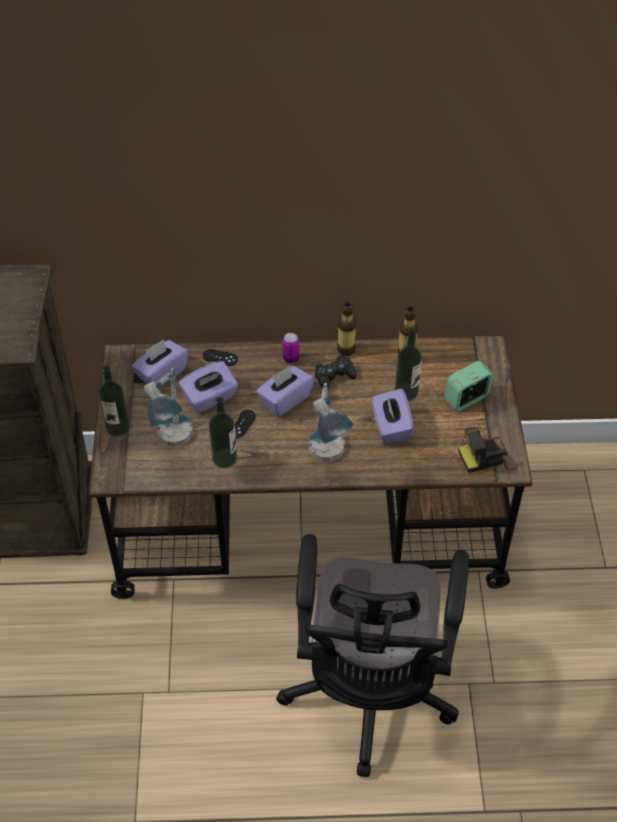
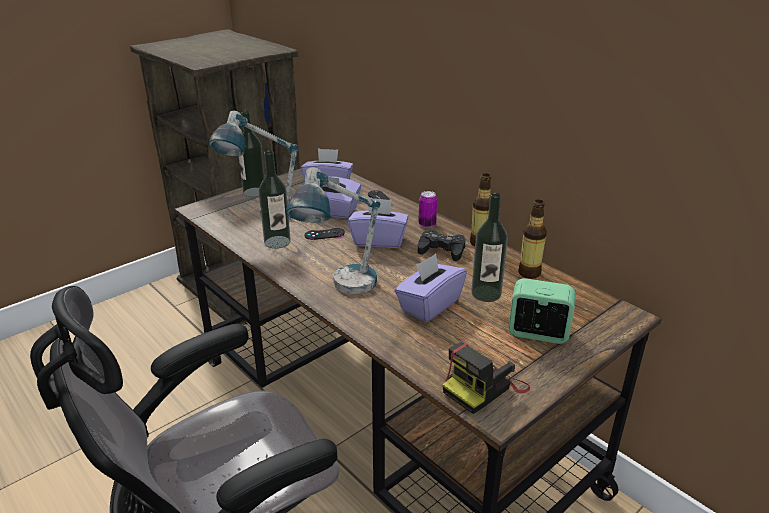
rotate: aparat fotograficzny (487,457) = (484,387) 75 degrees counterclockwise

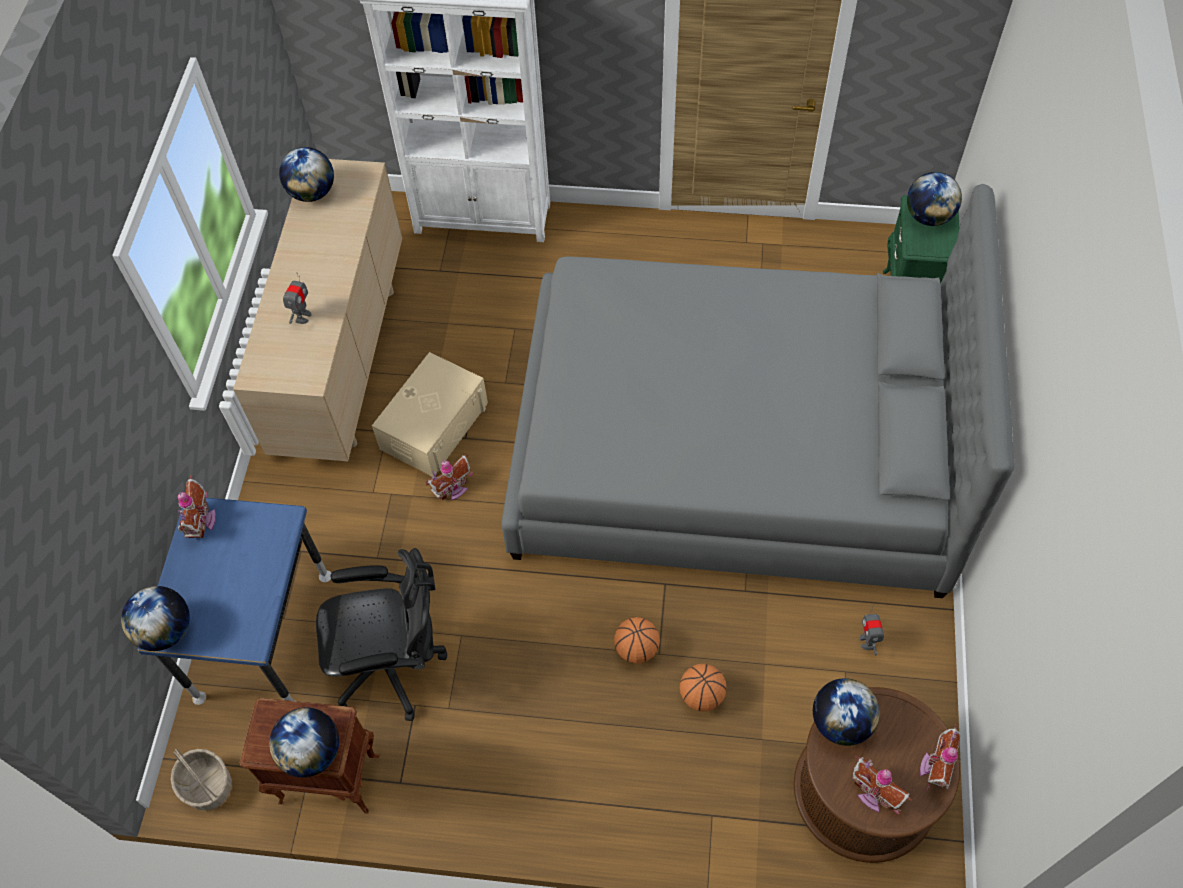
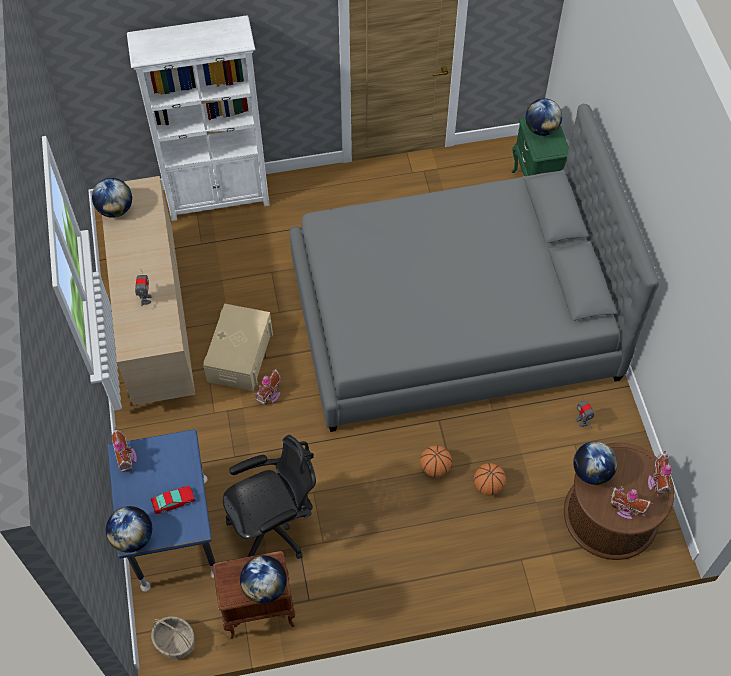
insert: samochodzik (173,501)

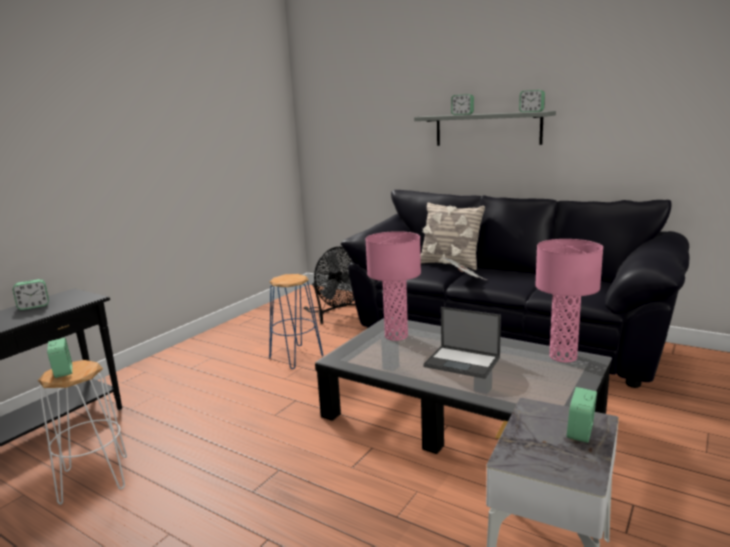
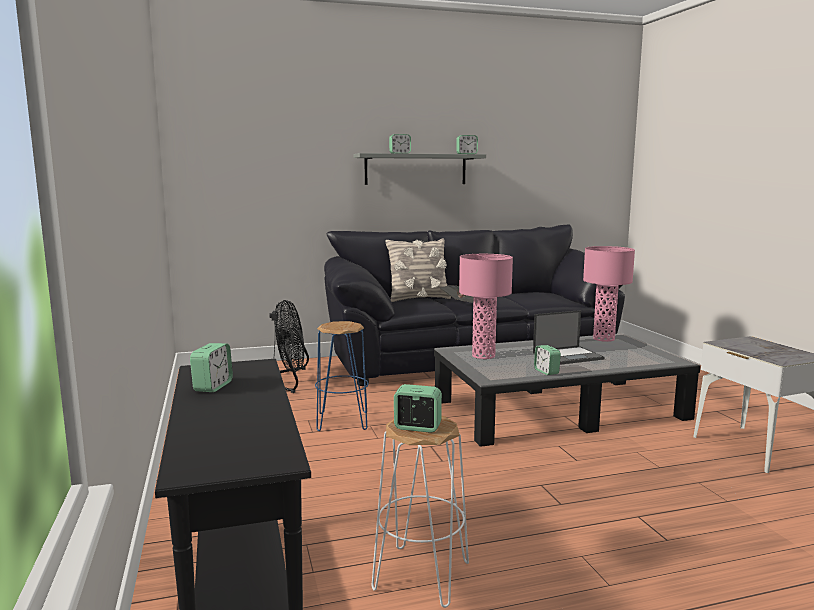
move: budzik (580,432) to (546,371)

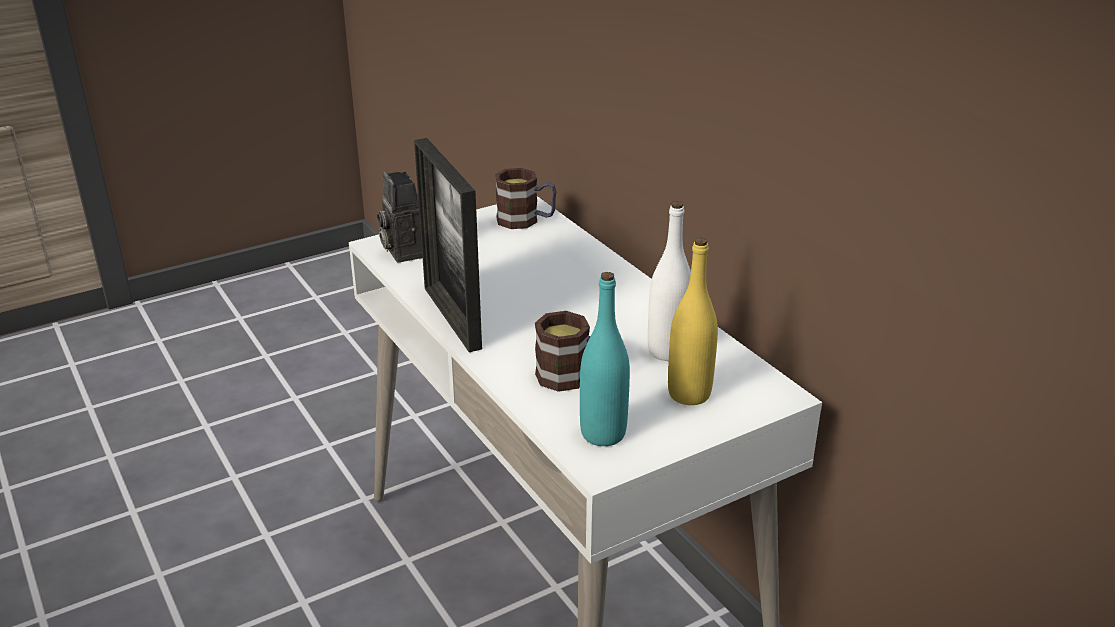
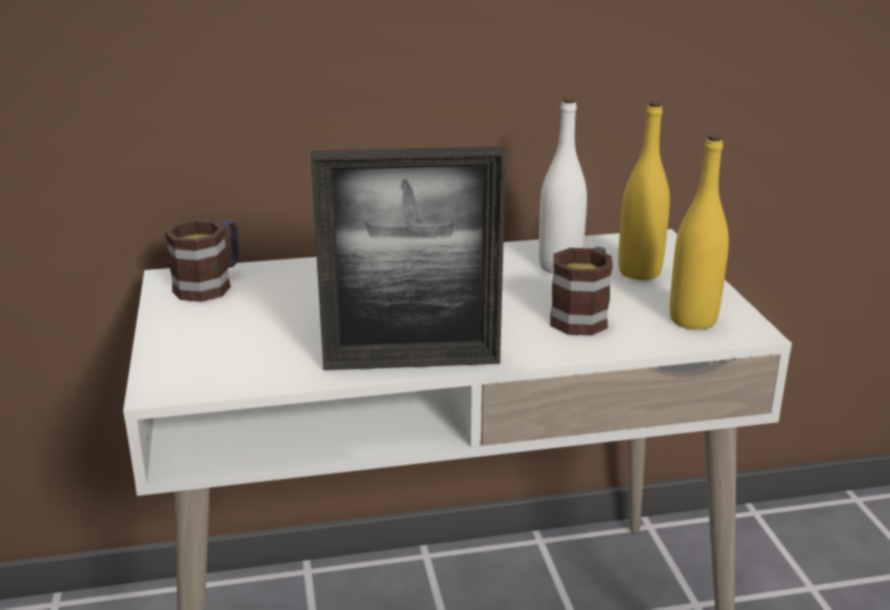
delete: aparat fotograficzny (405,250)
recolor: butelka [turkusowy] (603,434) to butelka [żółty] (693,320)

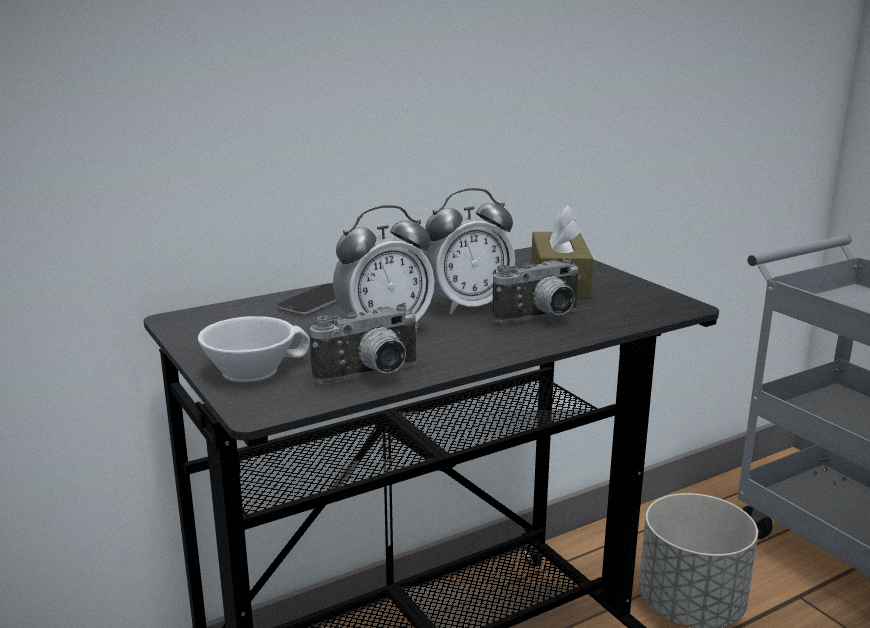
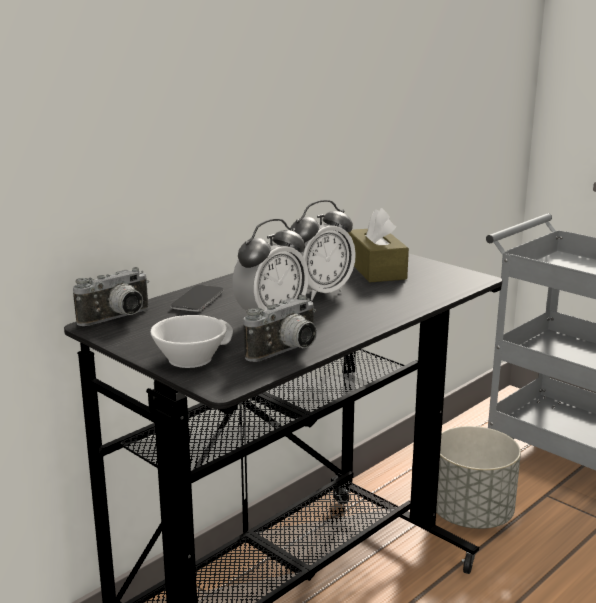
move: aparat fotograficzny (541,319) to (118,319)

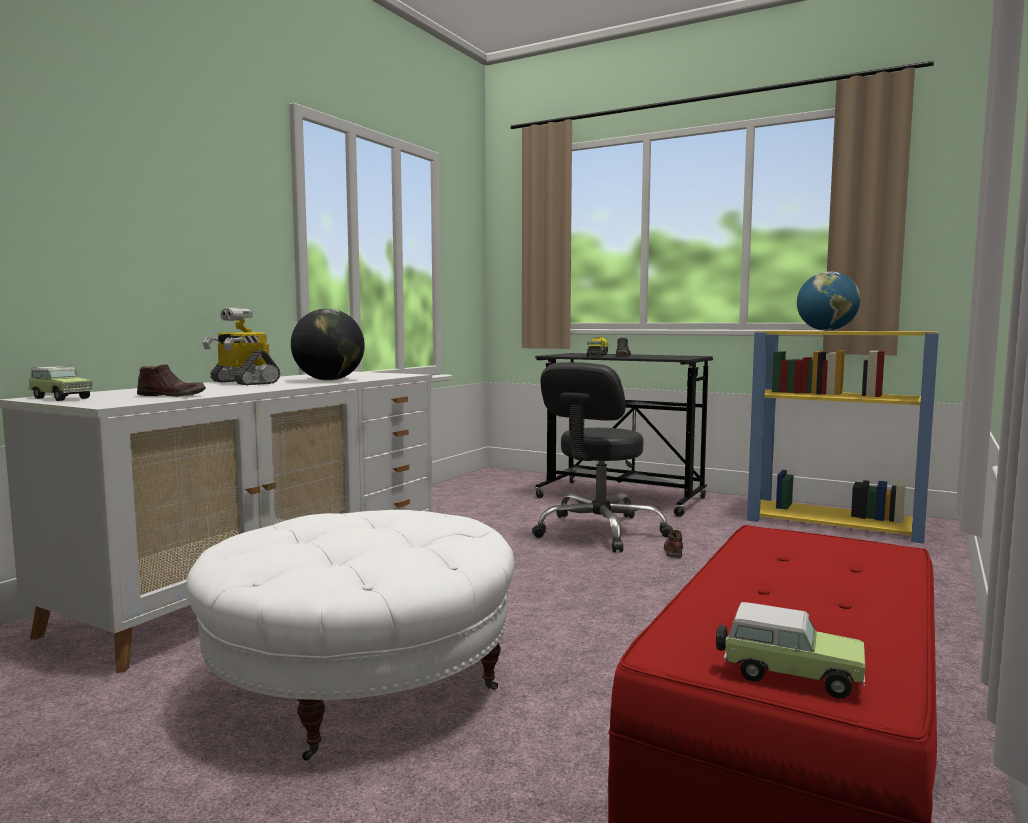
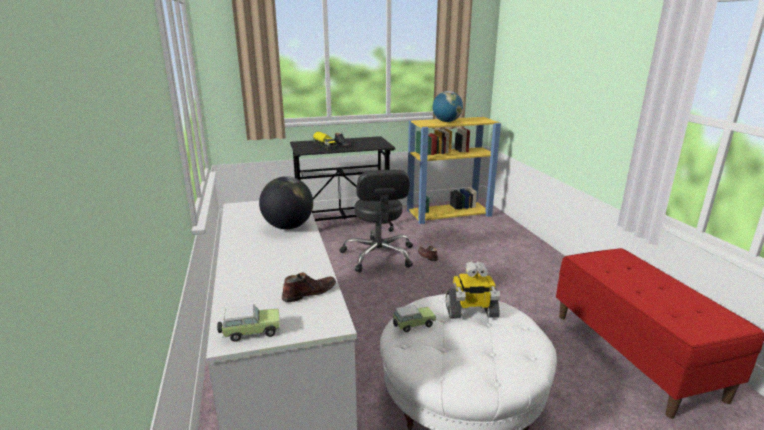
move: samochodzik (787,675) to (412,325); robot zabawkowy (243,382) to (471,311)

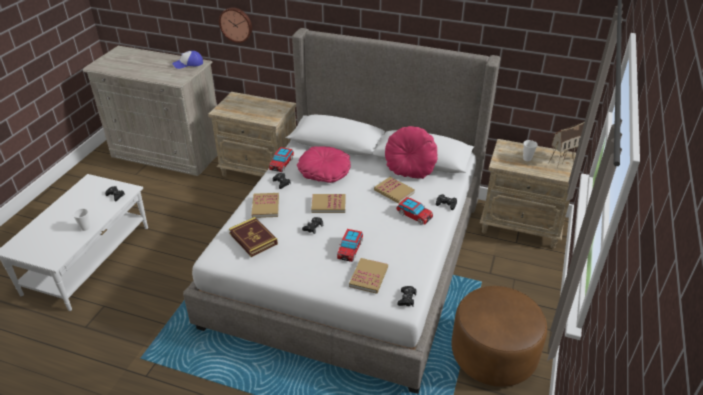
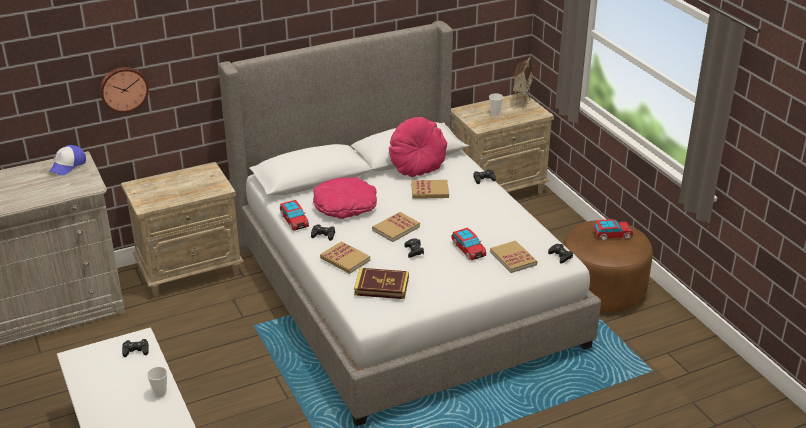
move: samochodzik (414,215) to (612,235)

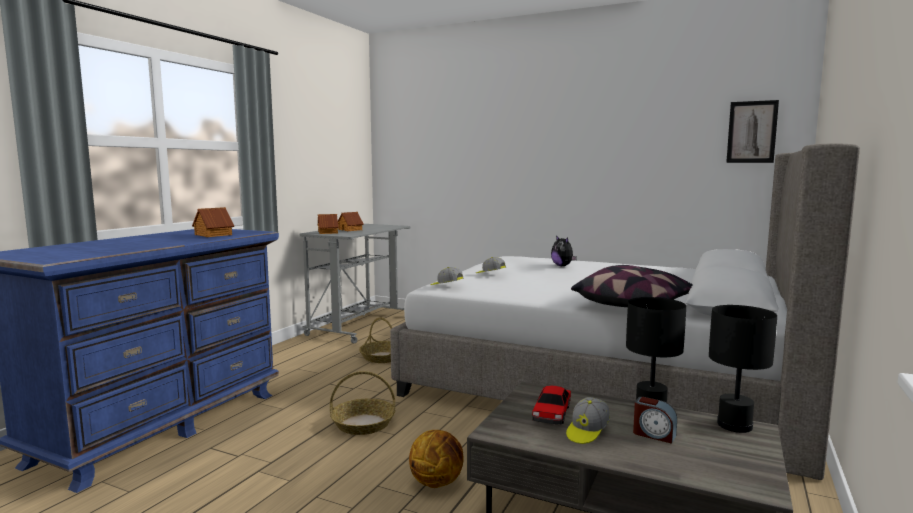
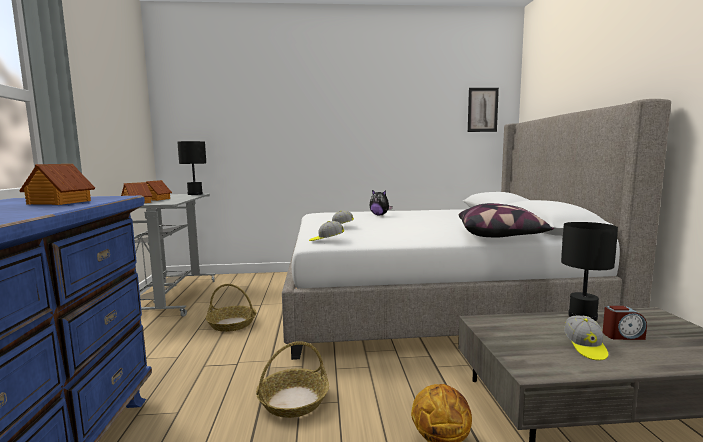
delete: samochodzik (551,413)
move: lampa stołowa [czarny] (735,425) to (195,194)

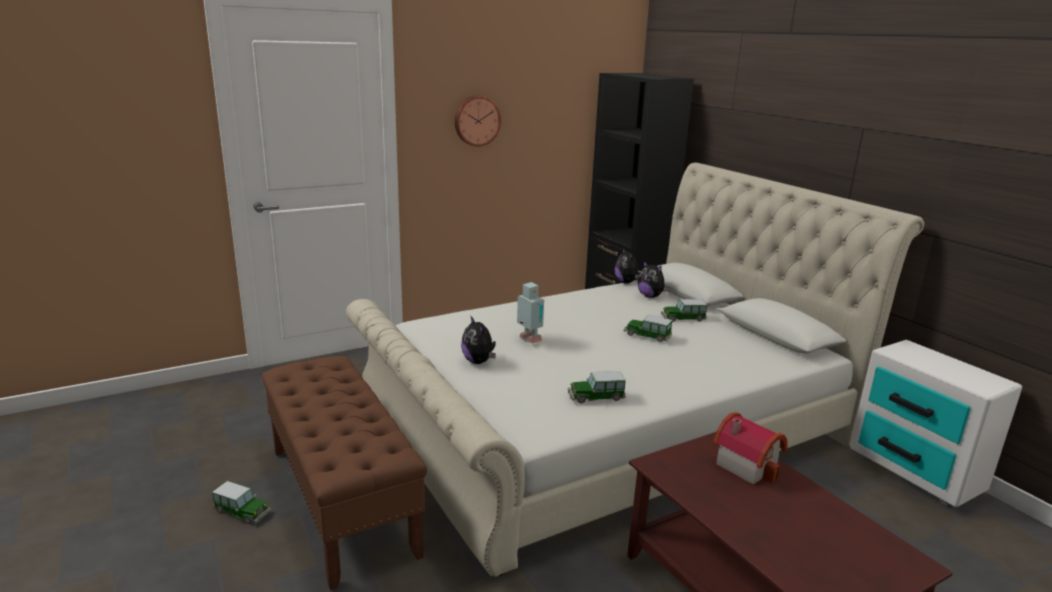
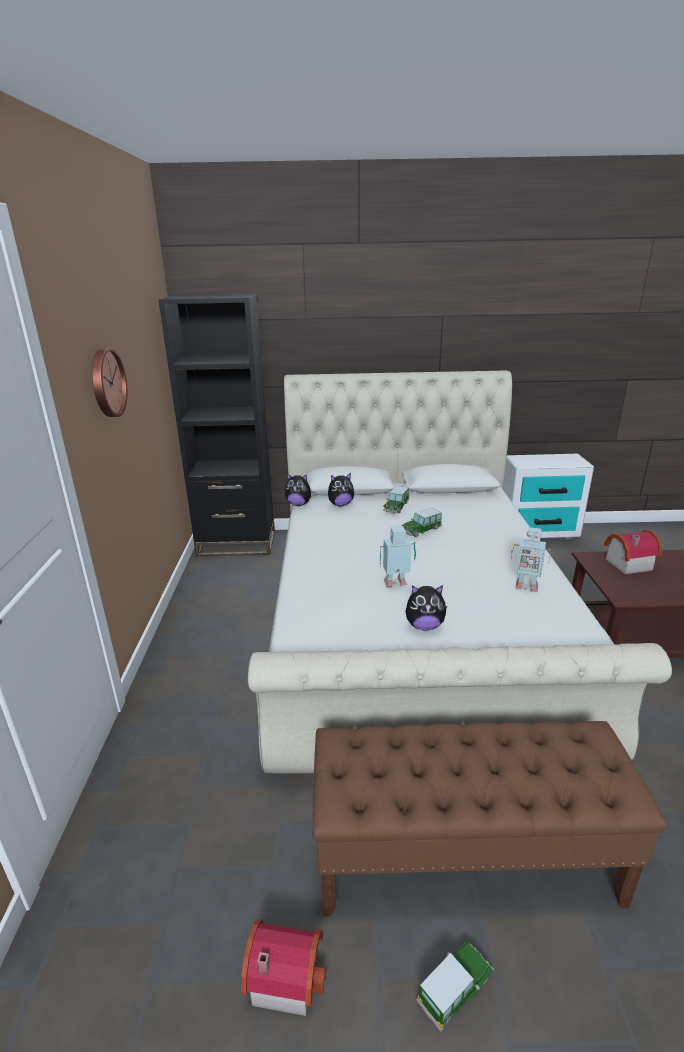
insert: domek (285,973)
replace: samochodzik (595,397) to robot zabawkowy (526,585)

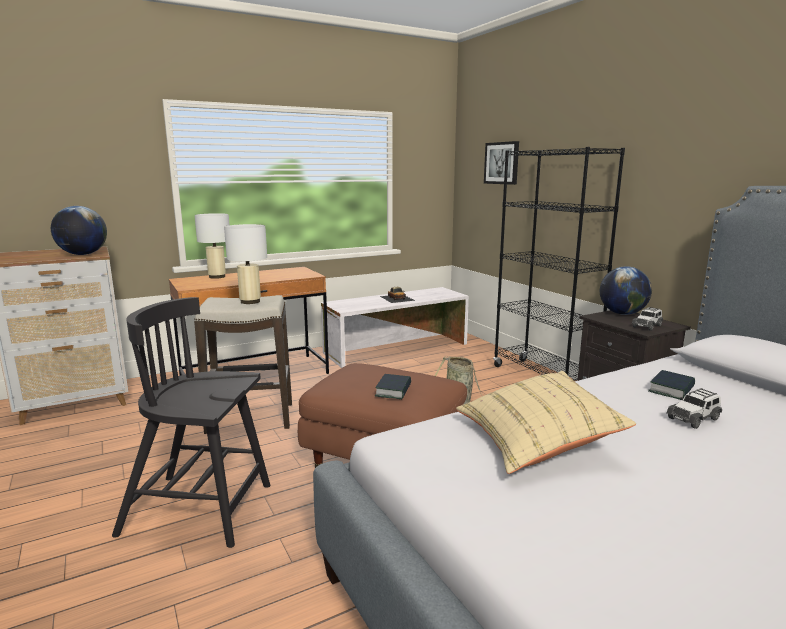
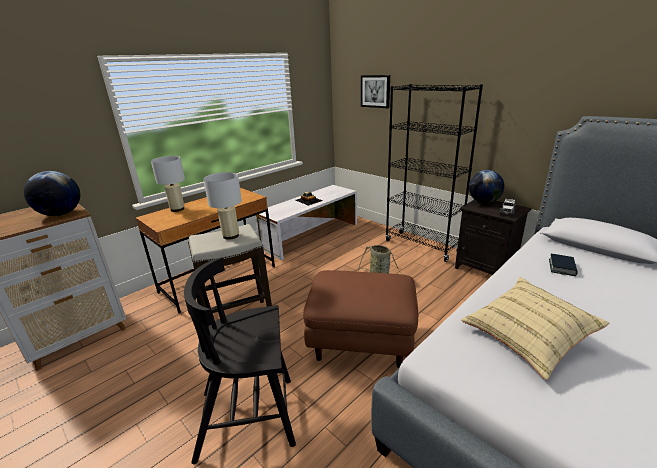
delete: książka (393,390); samochodzik (694,418)

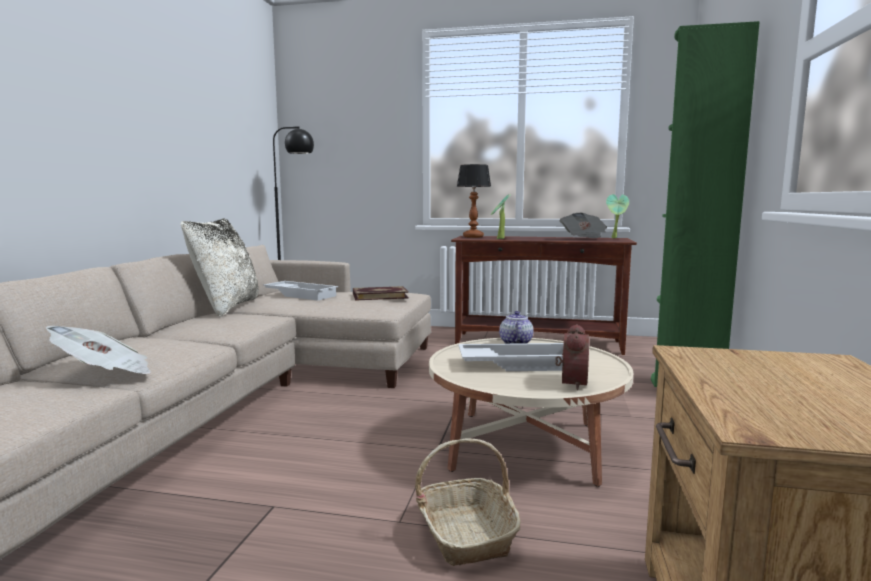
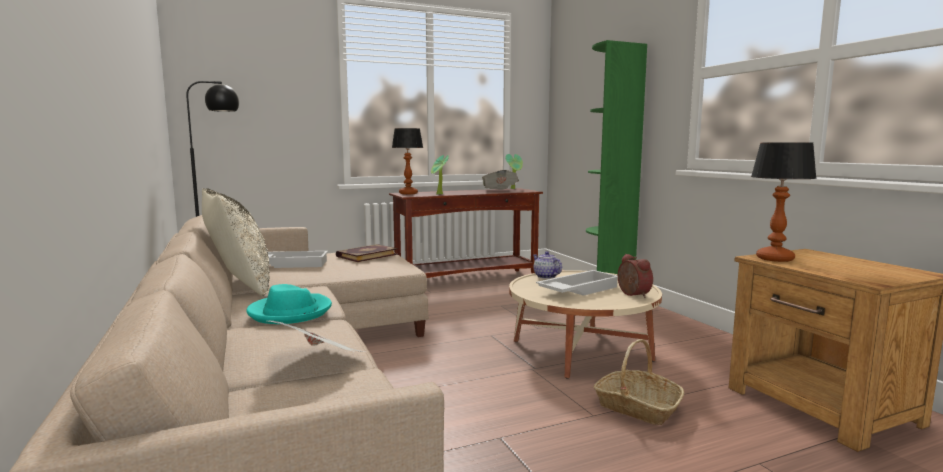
insert: kapelusz [turkusowy] (290,312); lampa stołowa (775,259)

